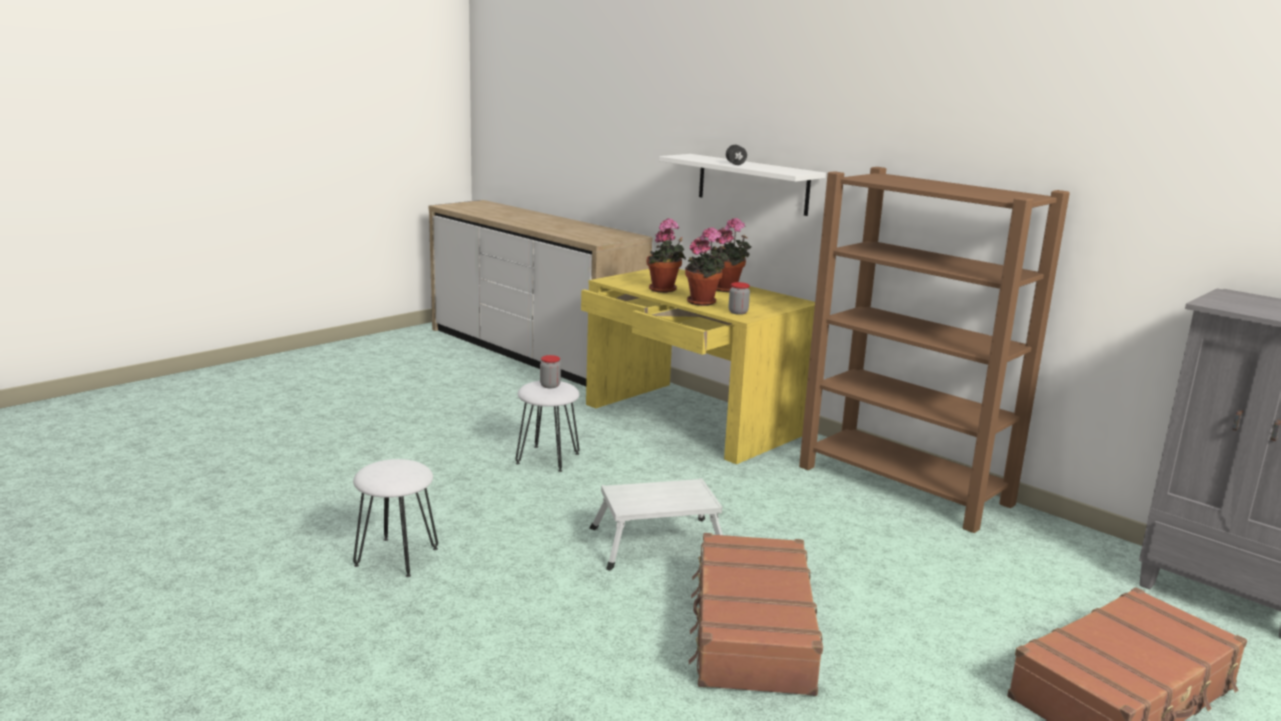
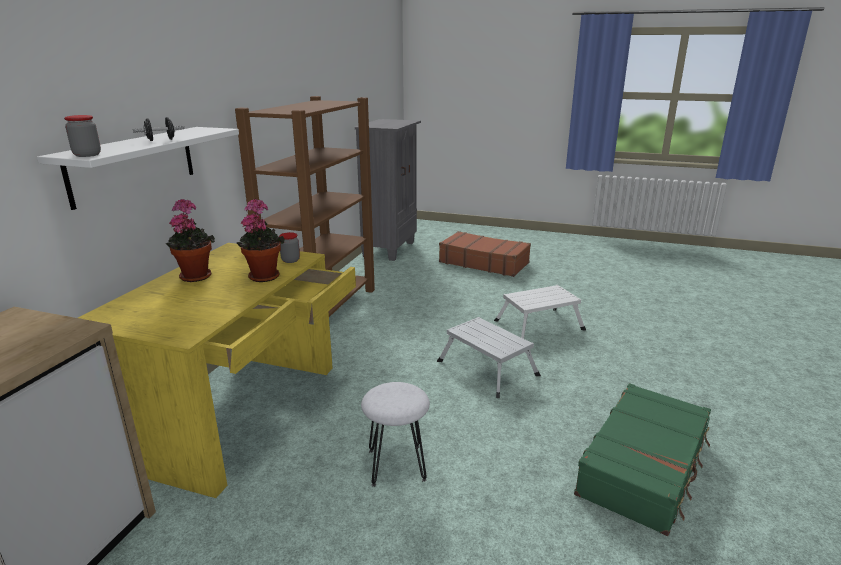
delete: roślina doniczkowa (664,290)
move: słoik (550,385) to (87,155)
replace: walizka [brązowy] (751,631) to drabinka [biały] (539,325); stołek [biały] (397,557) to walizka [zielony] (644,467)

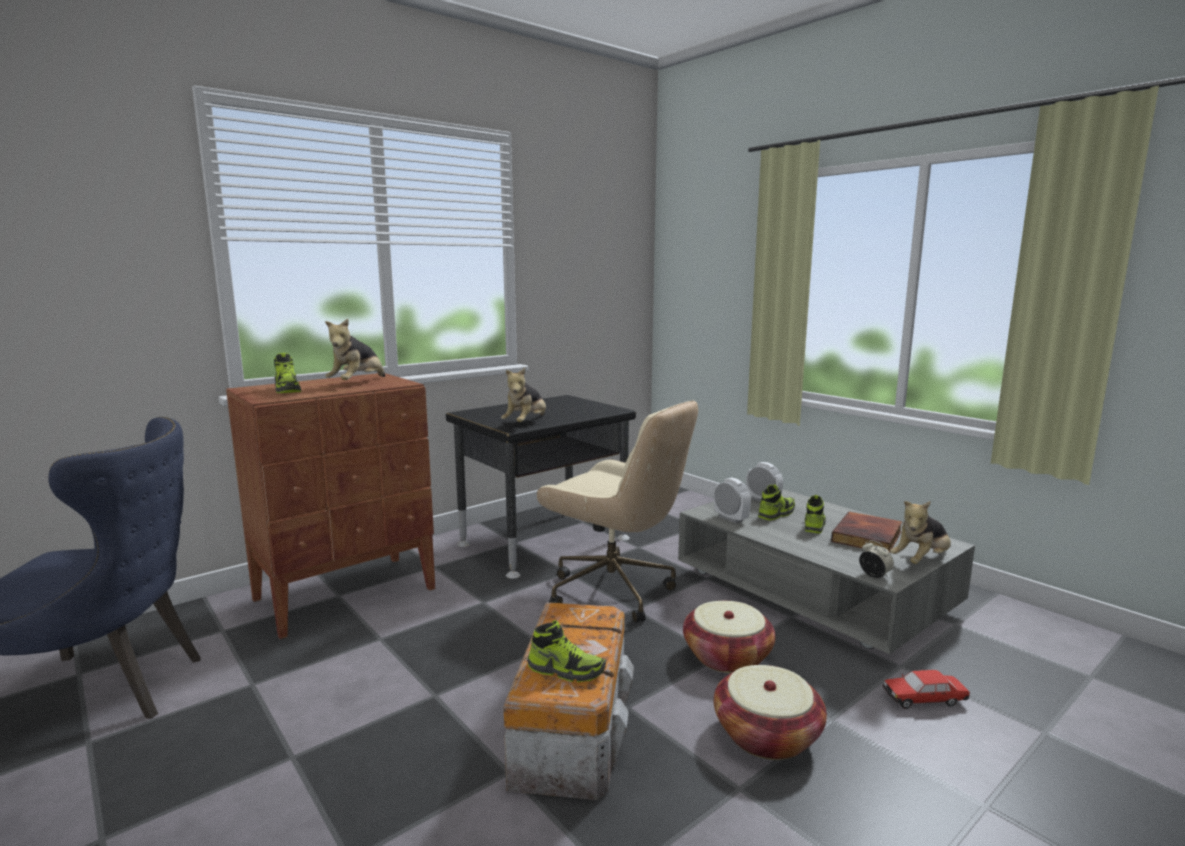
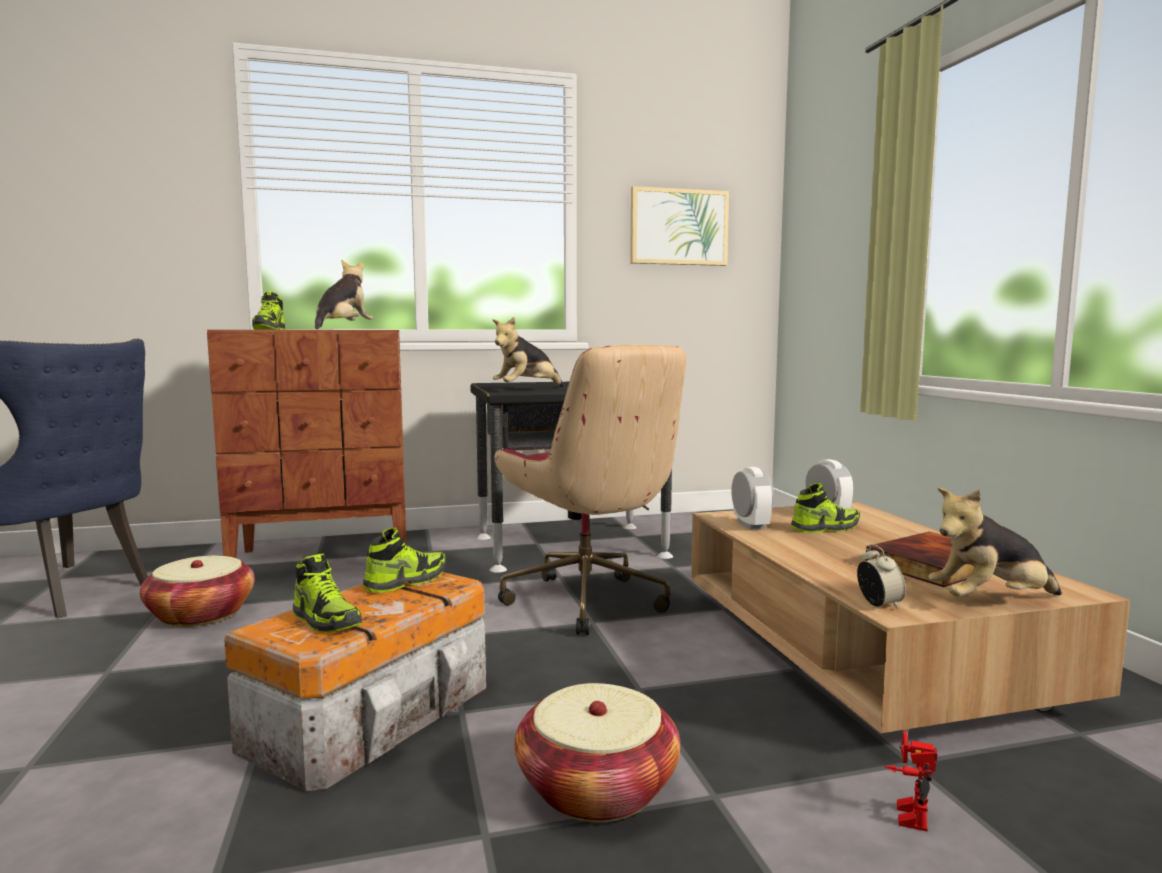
insert: obraz (678,227)
move: koszyk (727,657) to (201,615); but (813,525) to (406,581)
replace: samochodzik (924,699) to robot zabawkowy (905,813)
recolor: krzesło biurowe [beżowy] (615,594) to krzesło biurowe [czerwony] (588,604); ława [szary] (812,592) to ława [brązowy] (862,649)
rotate: pluszak (358,383) = (343,329) 150 degrees clockwise

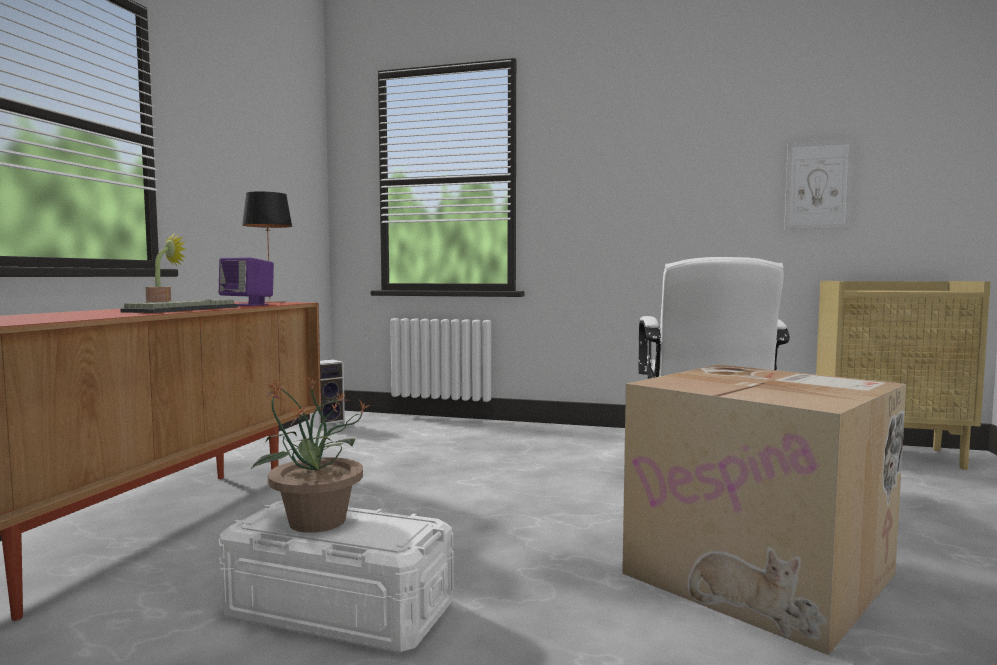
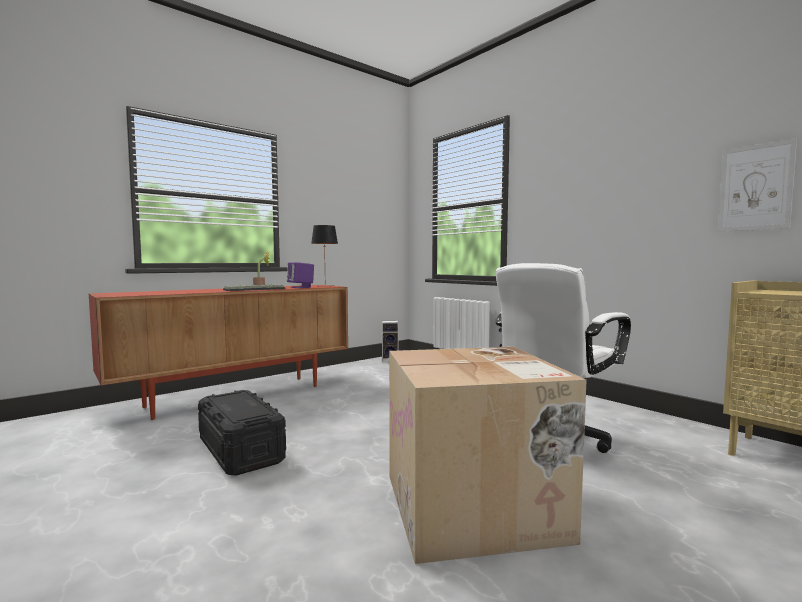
delete: roślina doniczkowa (315,522)
recolor: pojemnik do przechowywania [biały] (339,611) to pojemnik do przechowywania [czarny] (240,450)

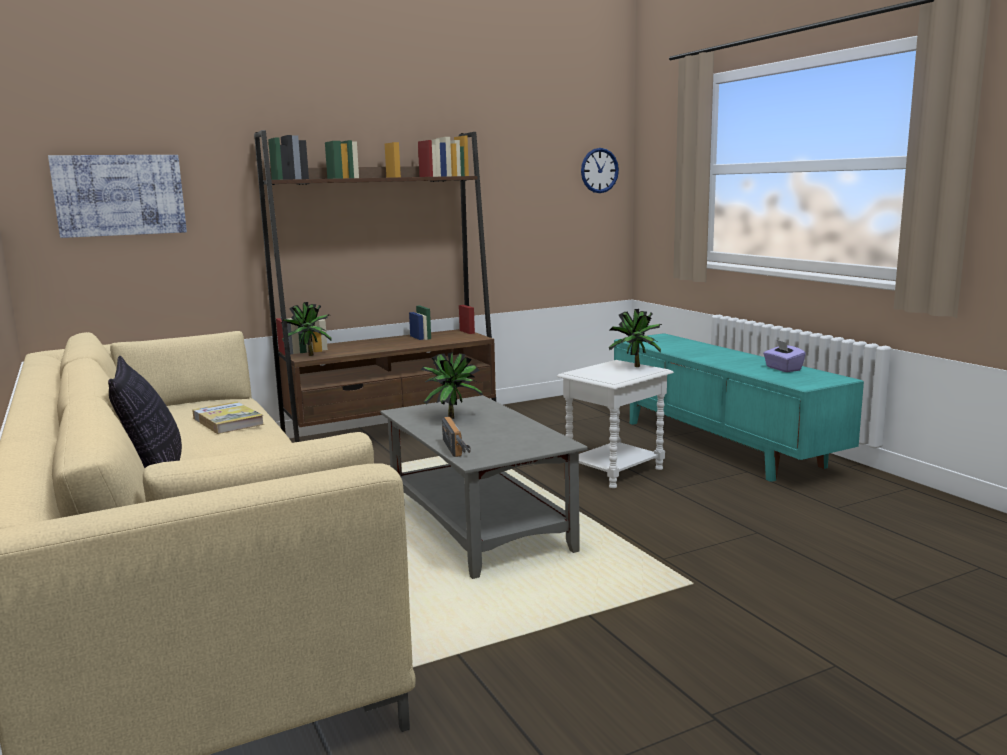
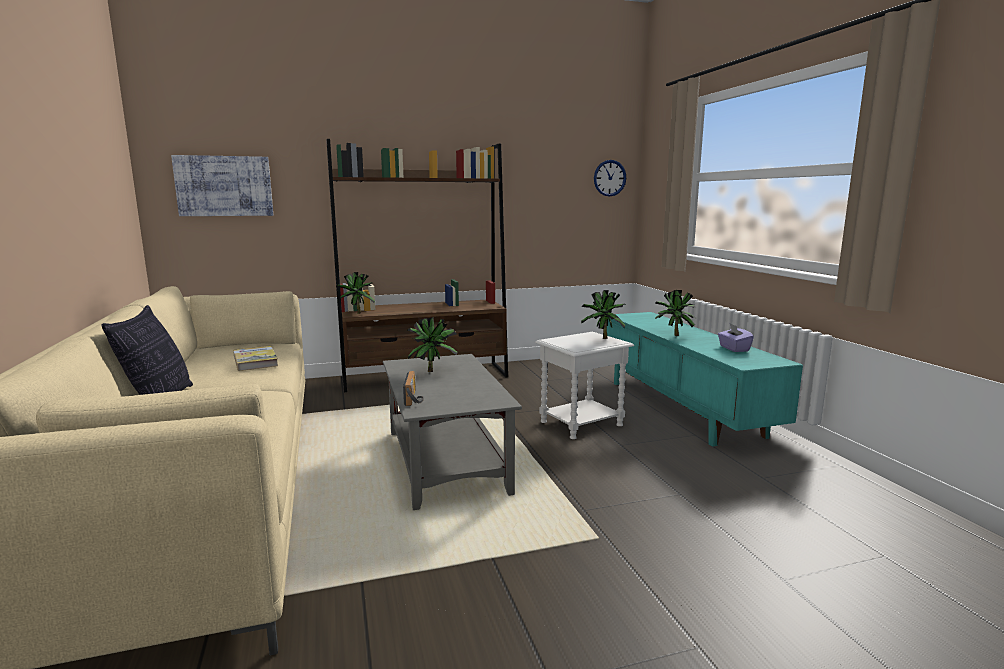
insert: roślina doniczkowa (673,336)

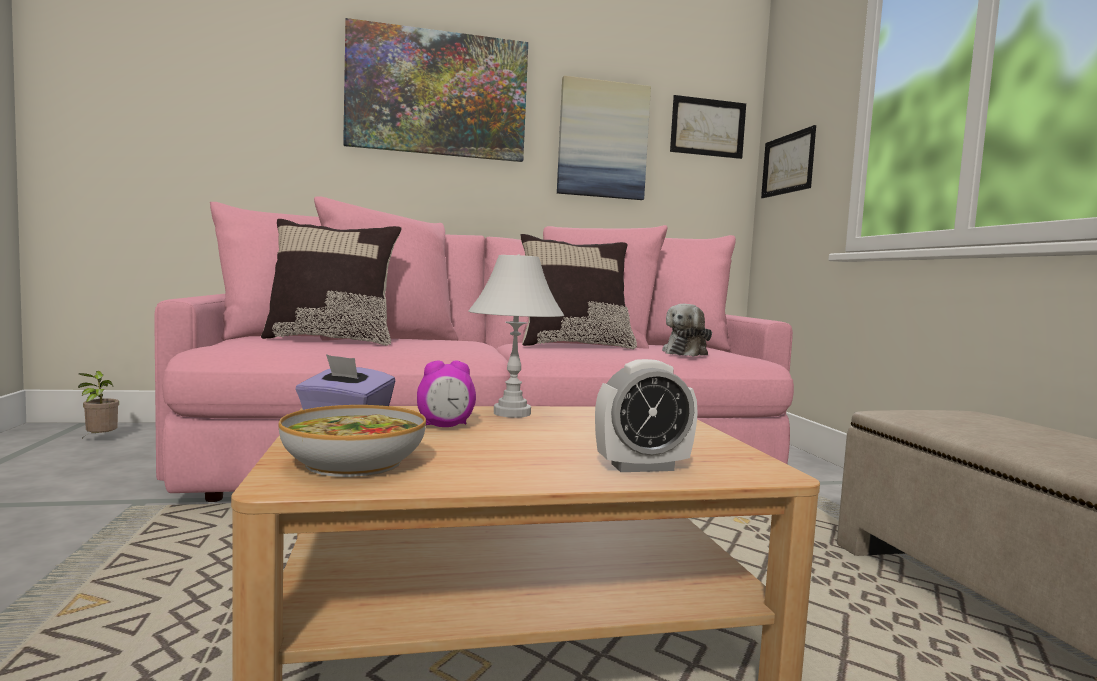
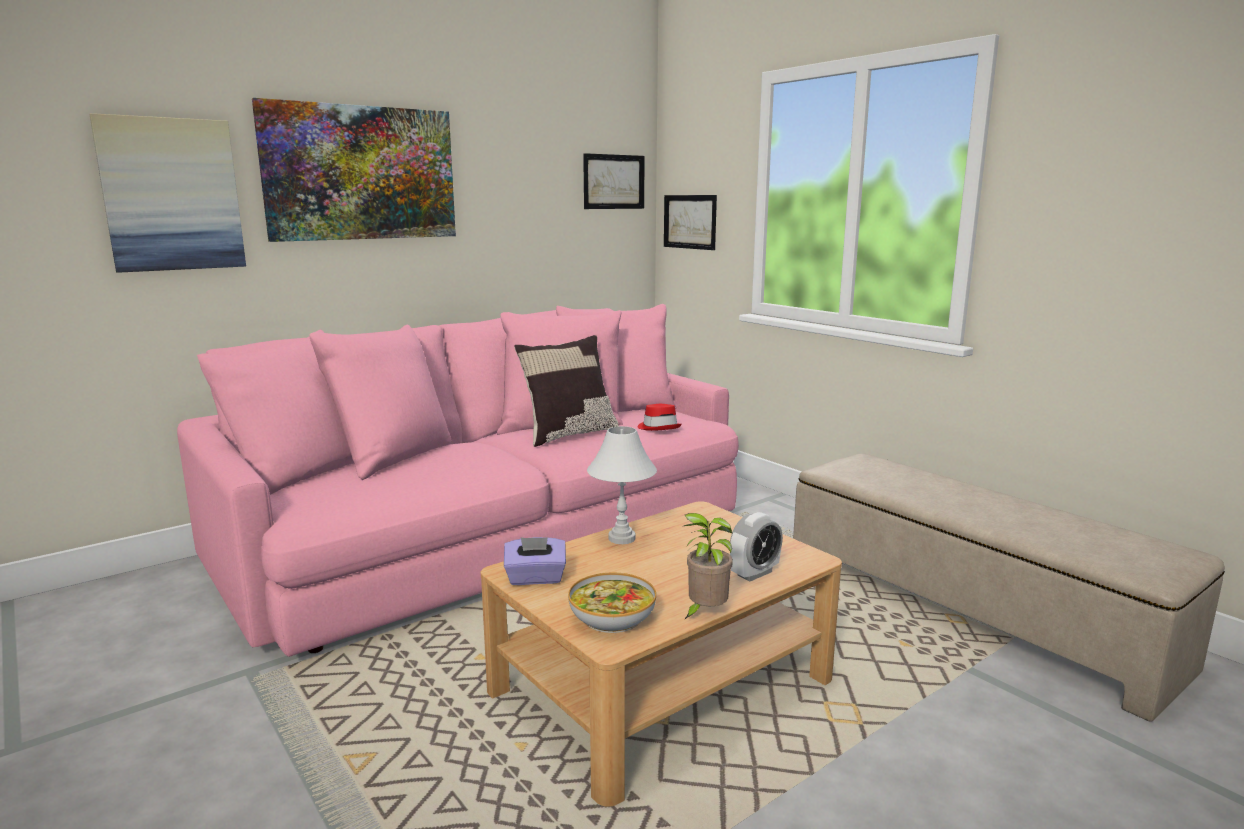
delete: poduszka (331,340); budzik (445,426)
move: obraz (602,140) to (172,195); roślina doniczkowa (99,440) to (705,613)
replace: pluszak (686,353) to kapelusz [czerwony] (659,427)

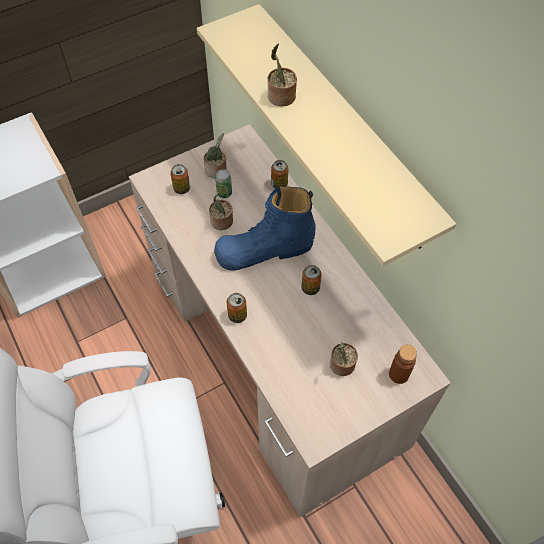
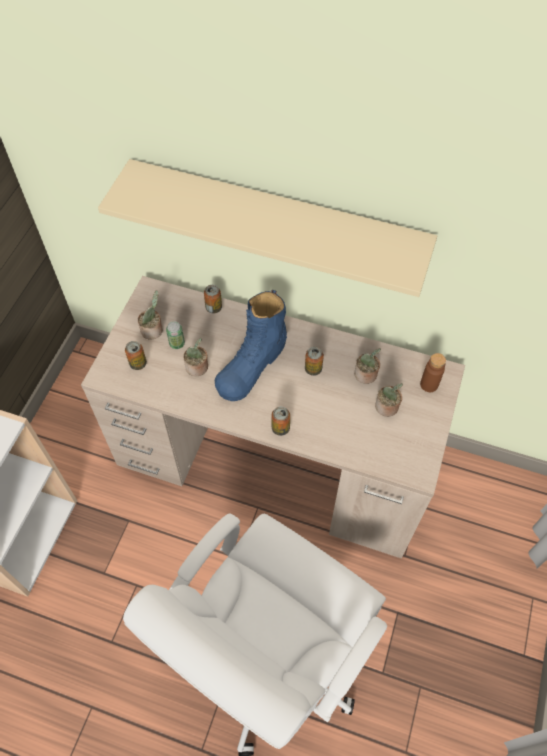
move: roślina doniczkowa (280,98) to (366,375)

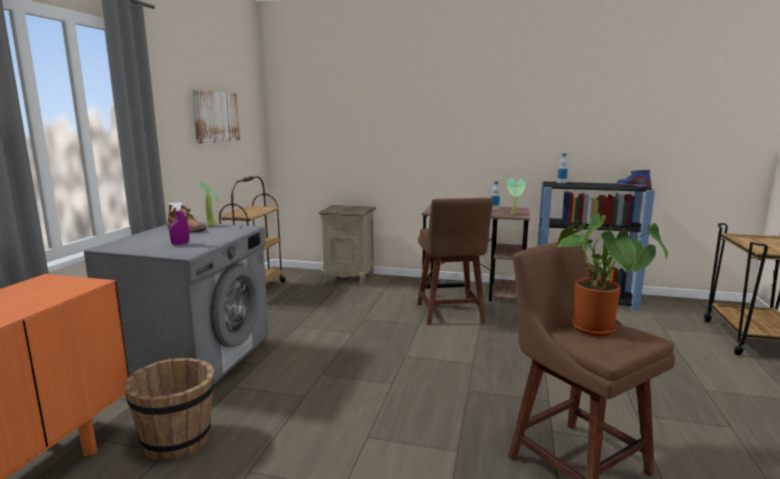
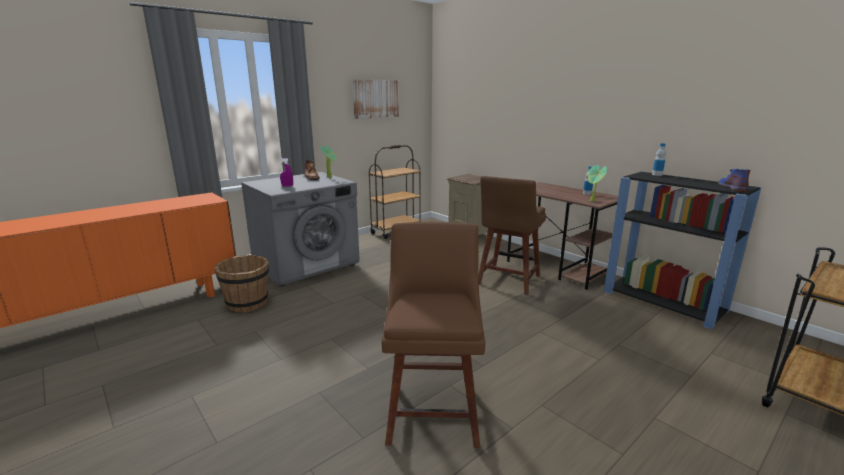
delete: roślina doniczkowa (598,330)

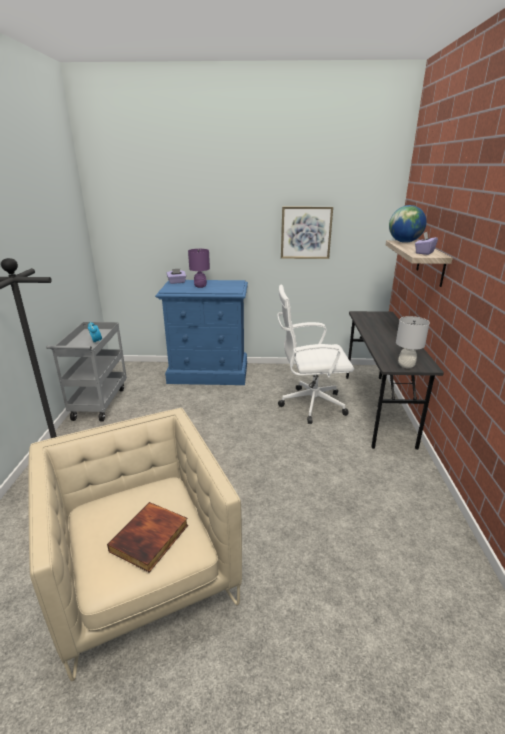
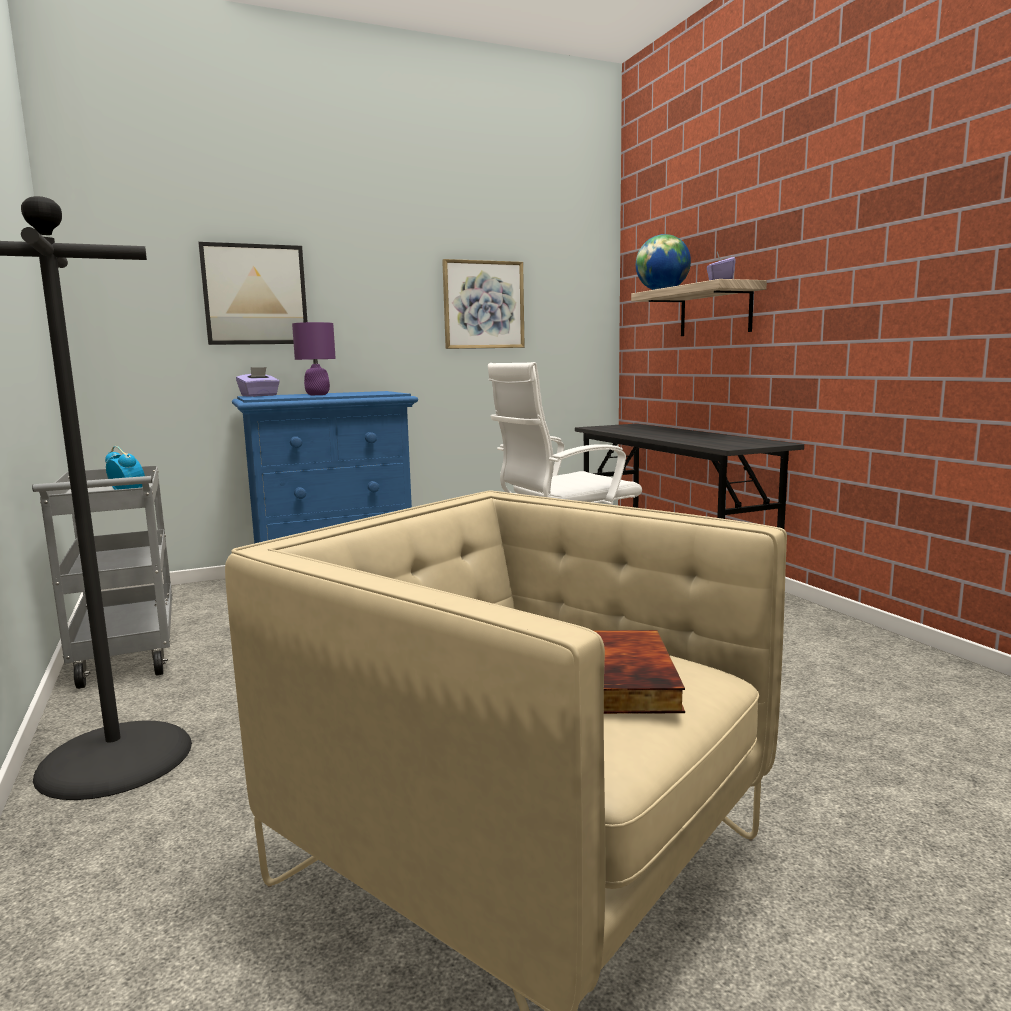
delete: lampa stołowa [szary] (405,366)
insert: obraz (255,295)

